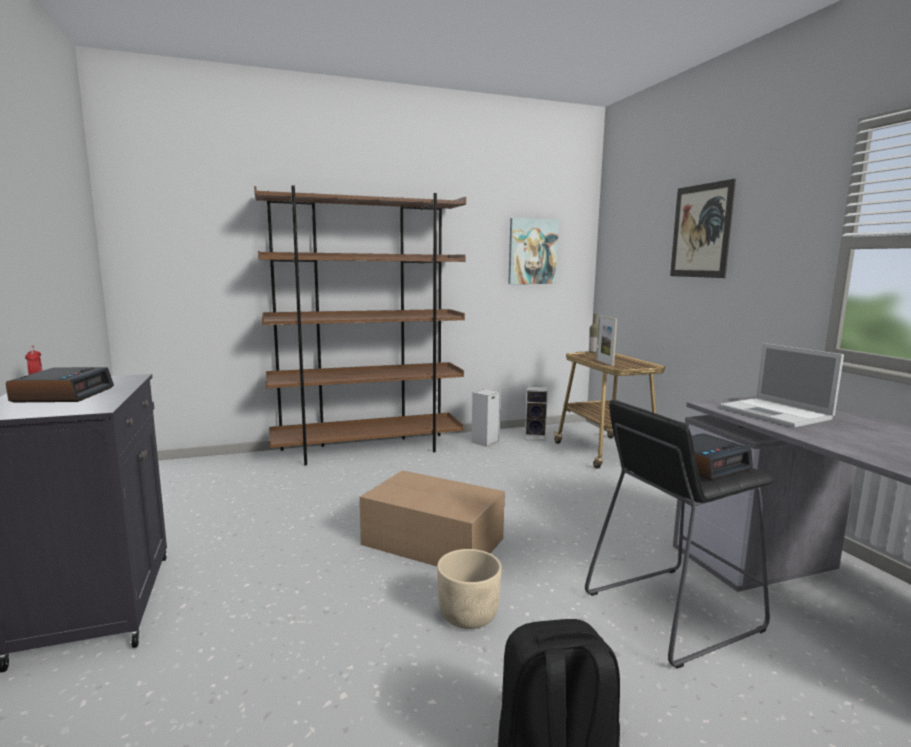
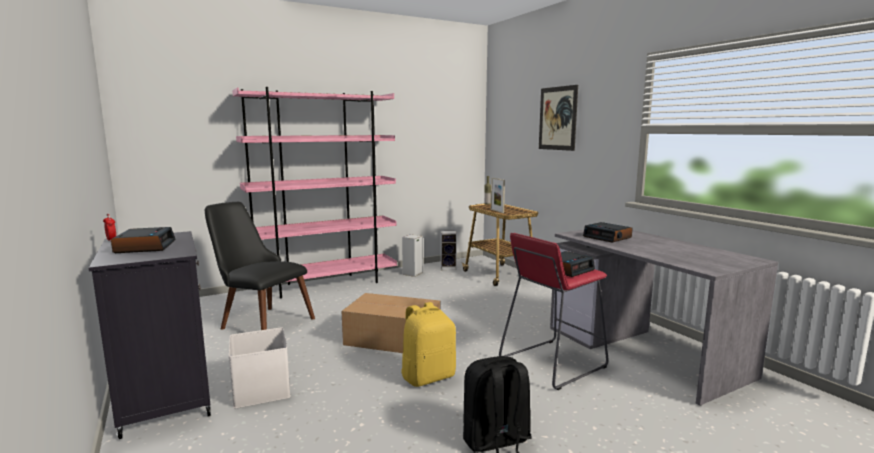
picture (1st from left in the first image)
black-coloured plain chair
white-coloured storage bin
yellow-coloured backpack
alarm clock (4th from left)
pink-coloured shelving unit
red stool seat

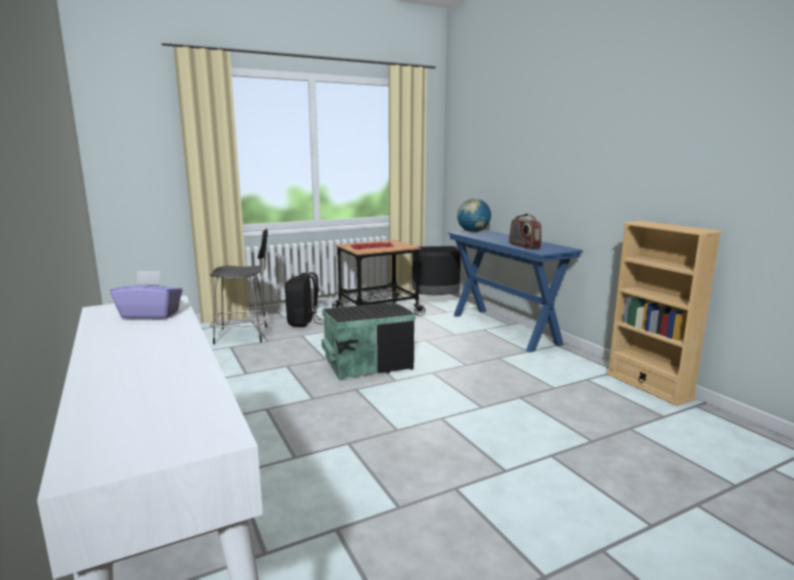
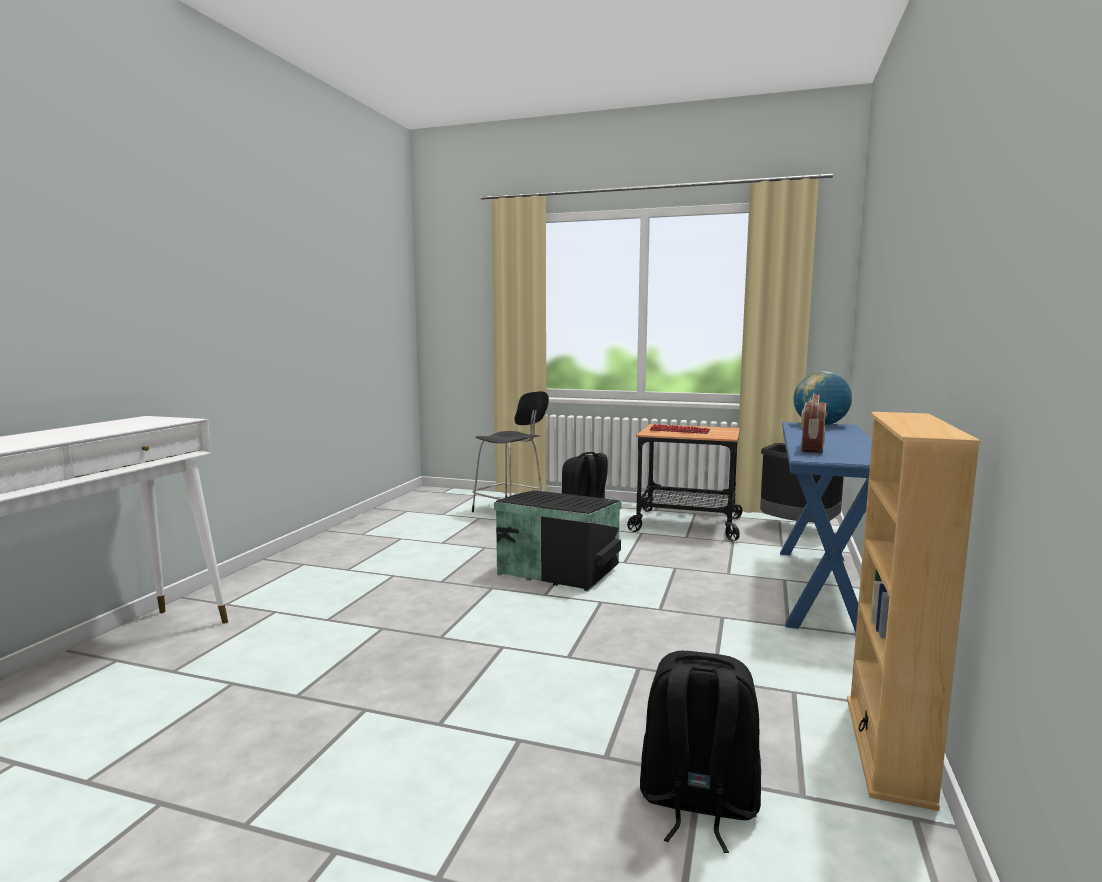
purplish tissue box
black-coloured backpack (2nd from left)

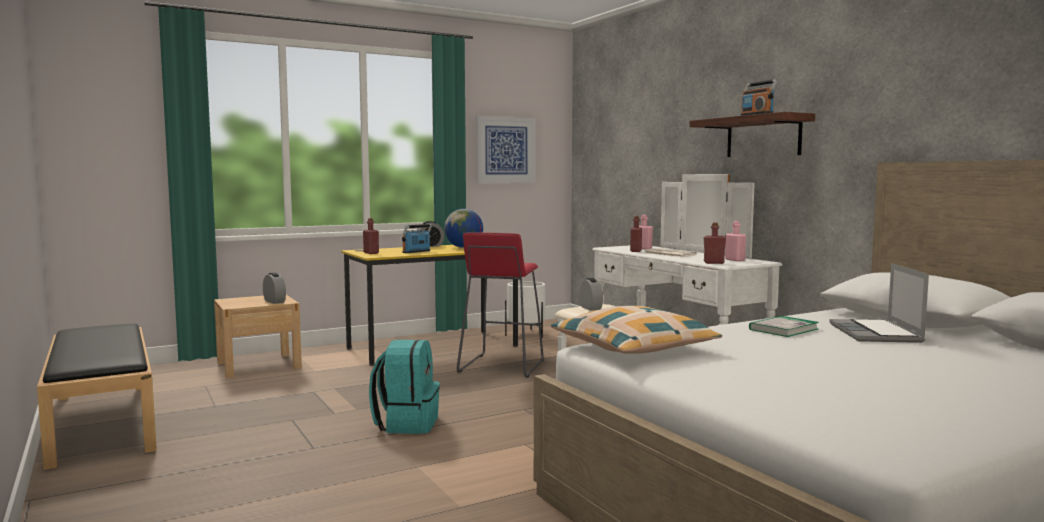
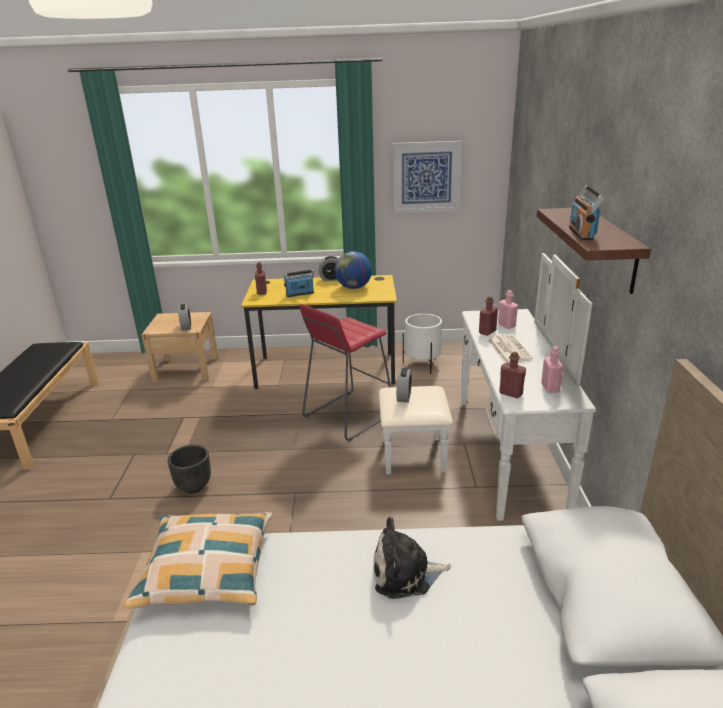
laptop
black-coloured plant pot
plush toy

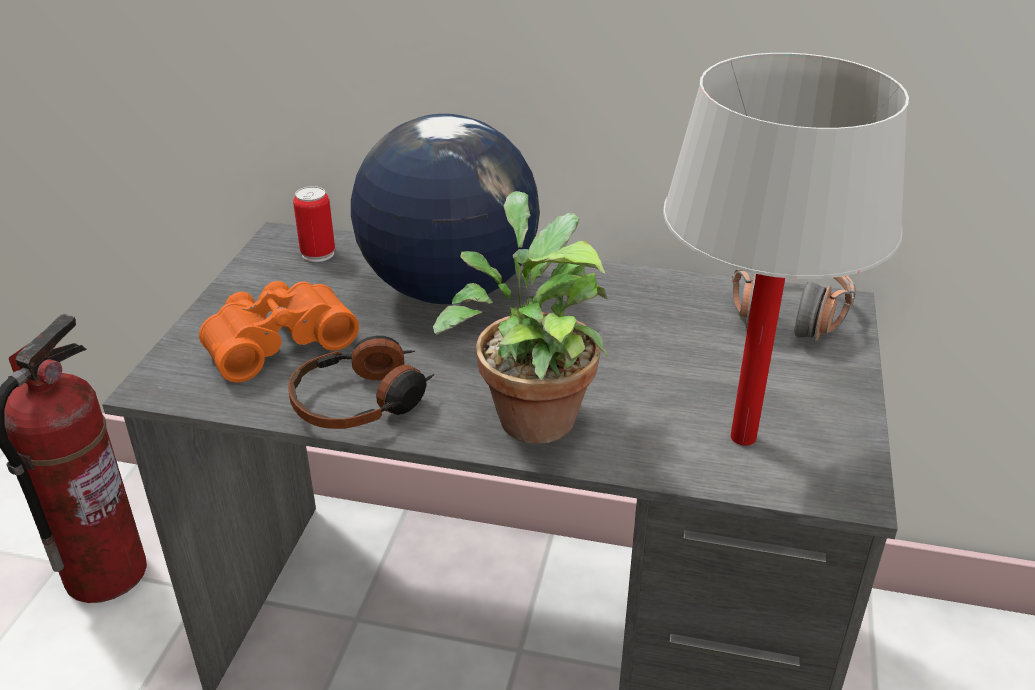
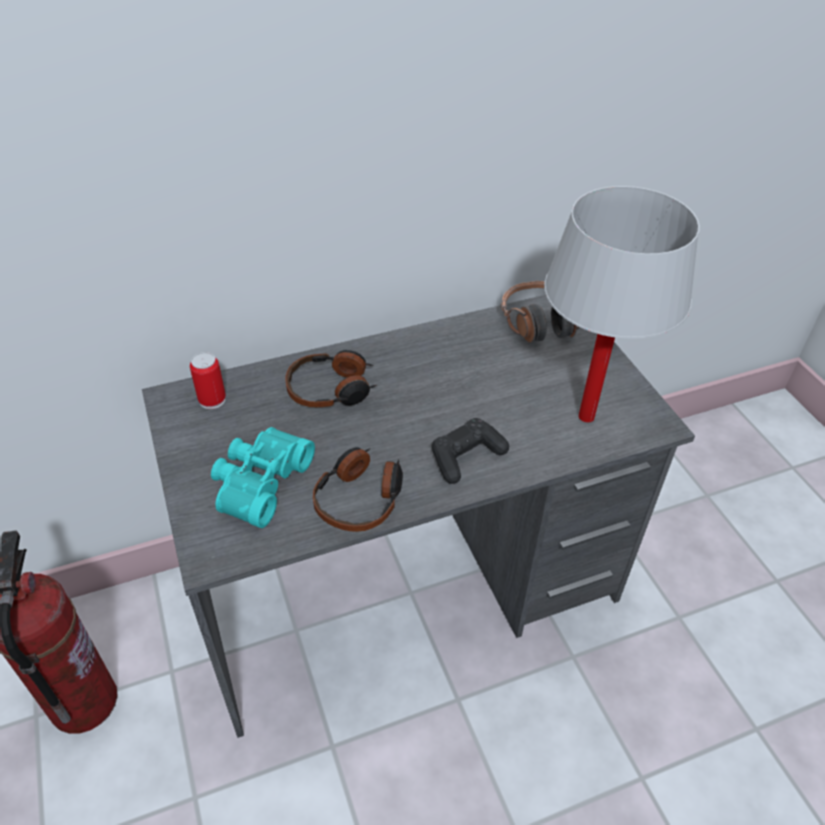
headphones (1st from left)
black-coloured gamepad
turquoise binoculars

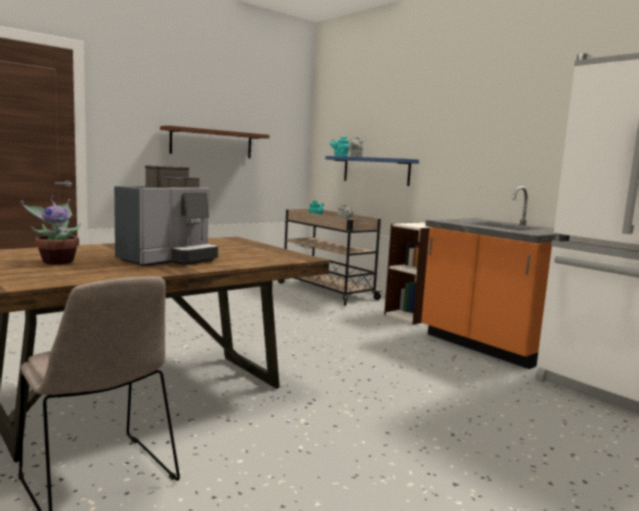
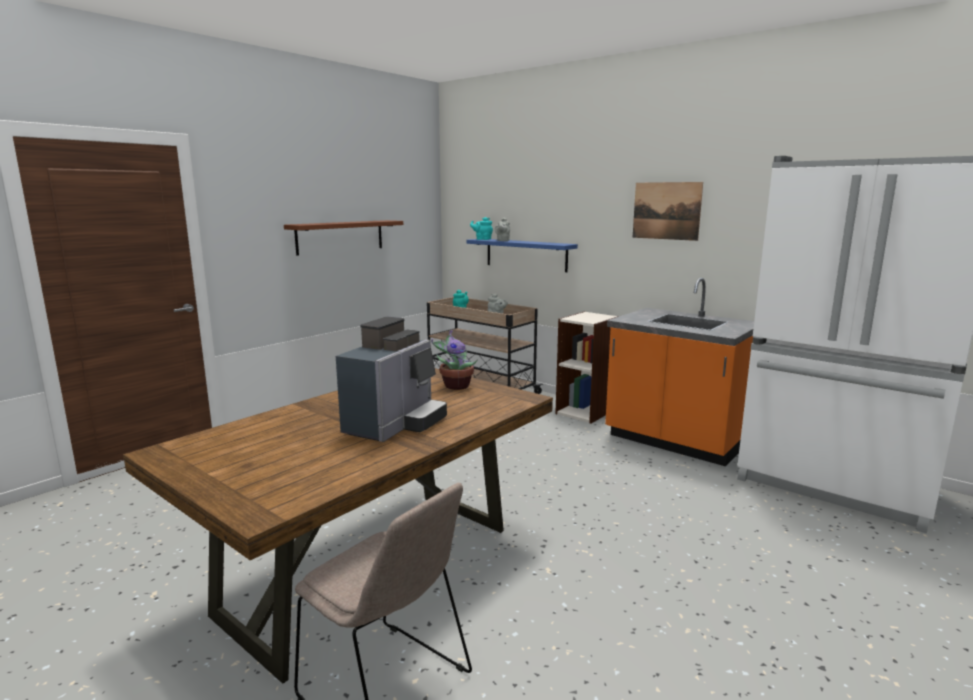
picture
plant in a pot

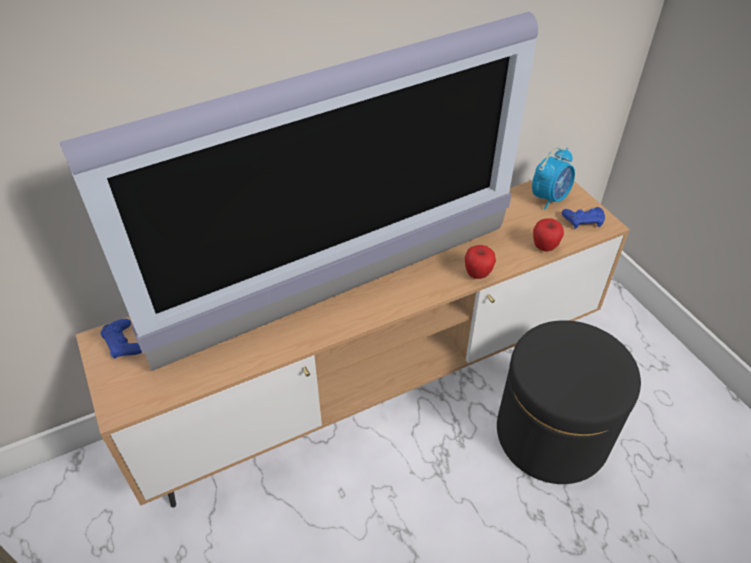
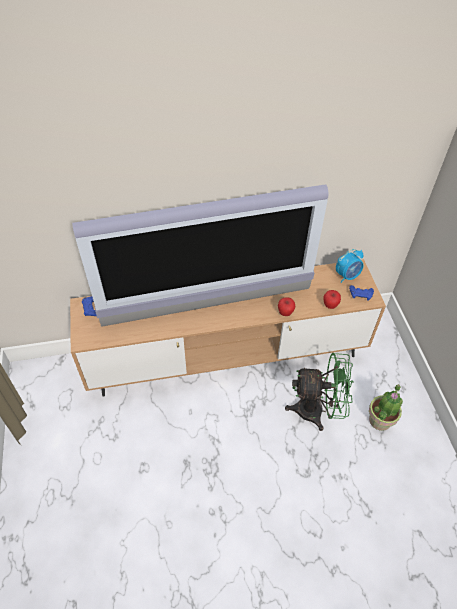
plant in a pot
greenish electric fan

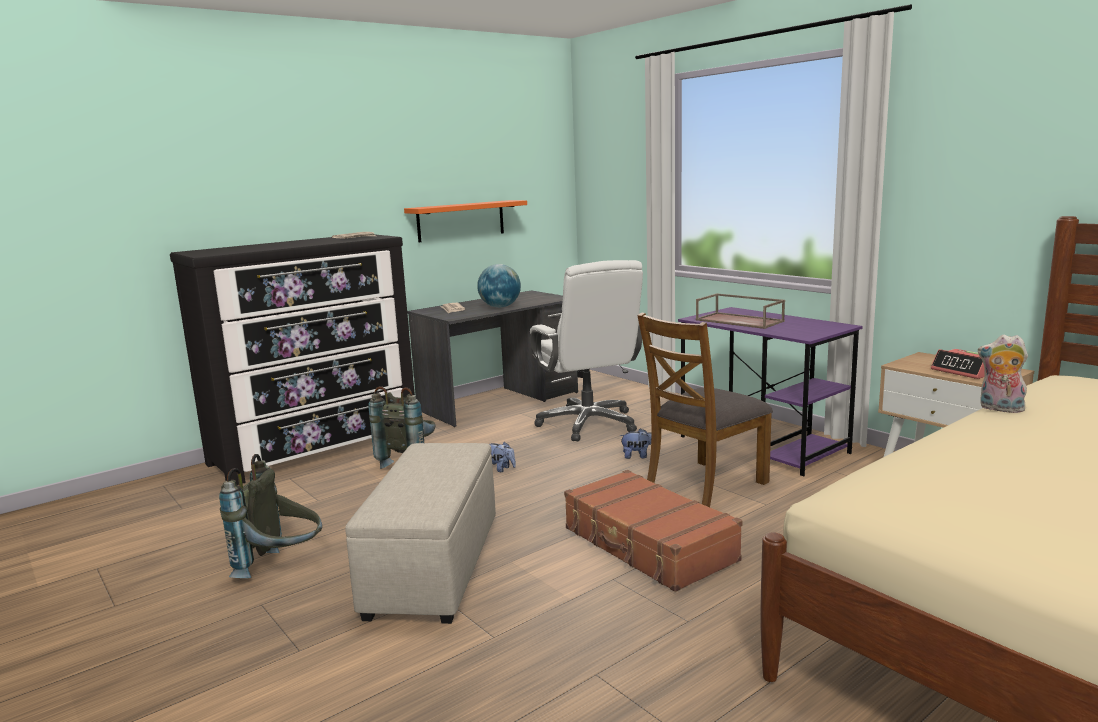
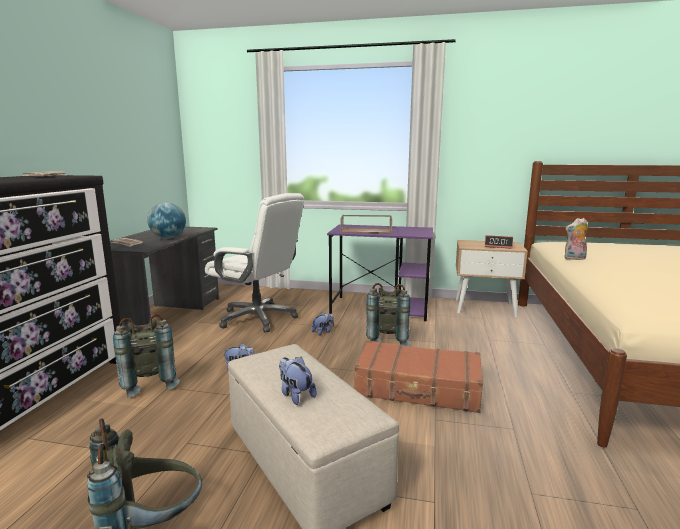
orangey shelf
plush toy (2nd from left)
greyish backpack (3rd from left)

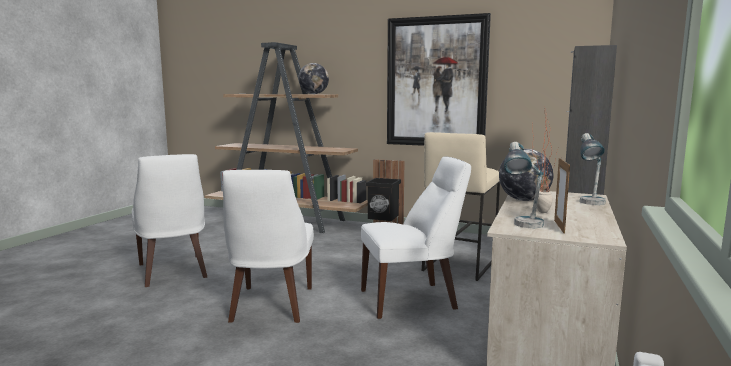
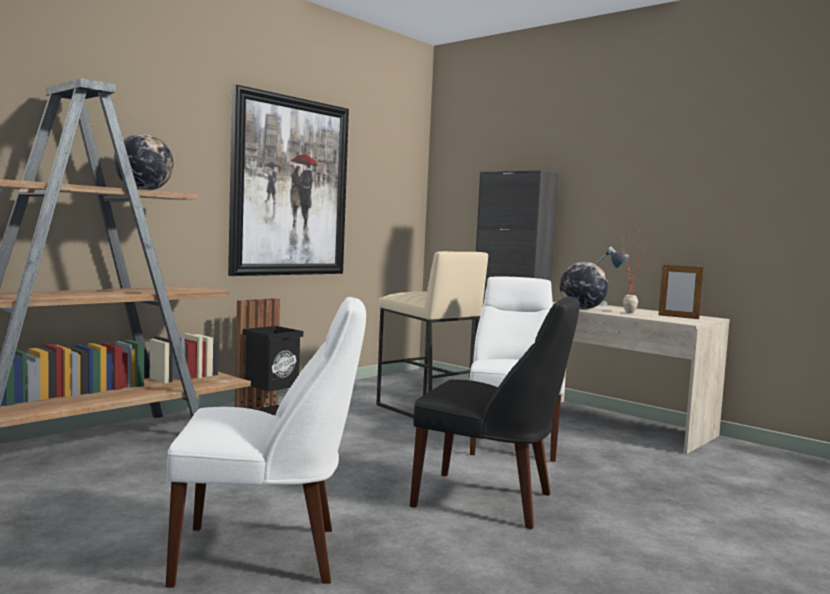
tabletop lamp (1st from left in the first image)
black-coloured plain chair

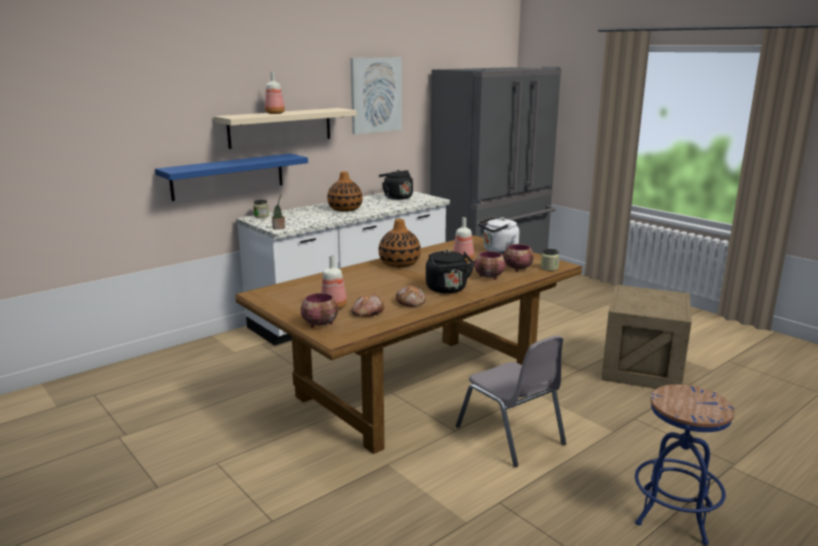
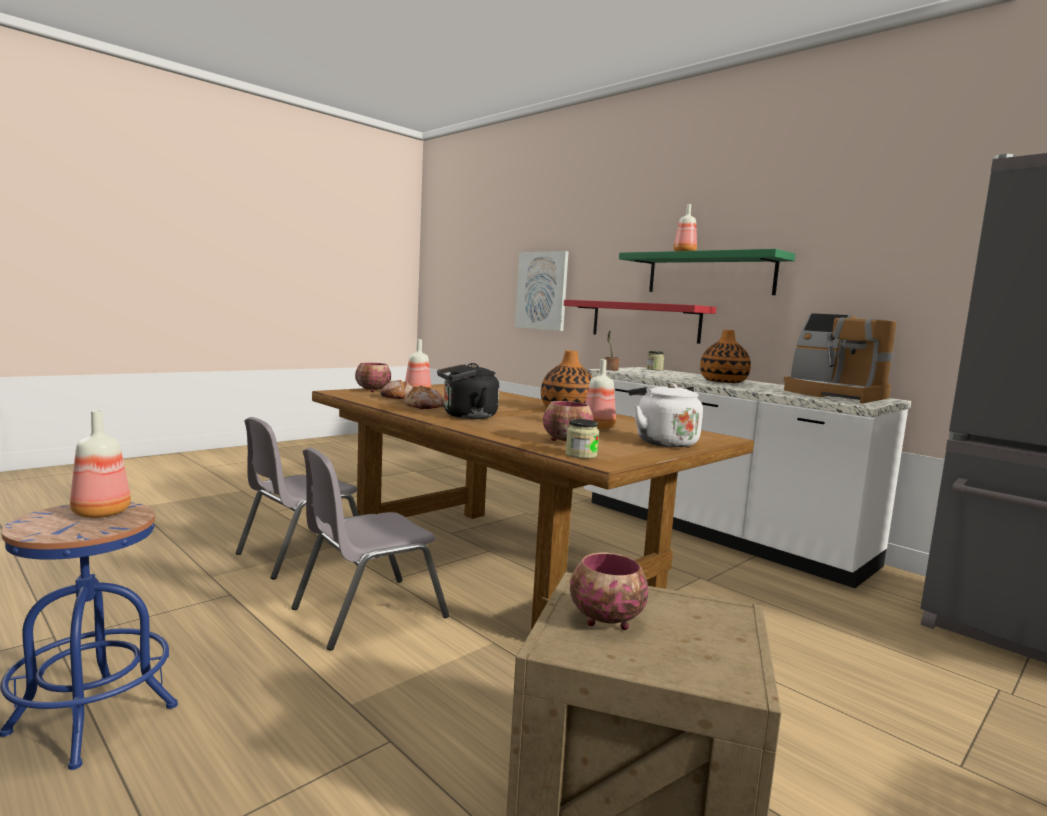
bottle (1st from left)
greyish plain chair (1st from left)
picture
deep dish (3rd from left)
coffee brewer
red shelf
greenish shelf

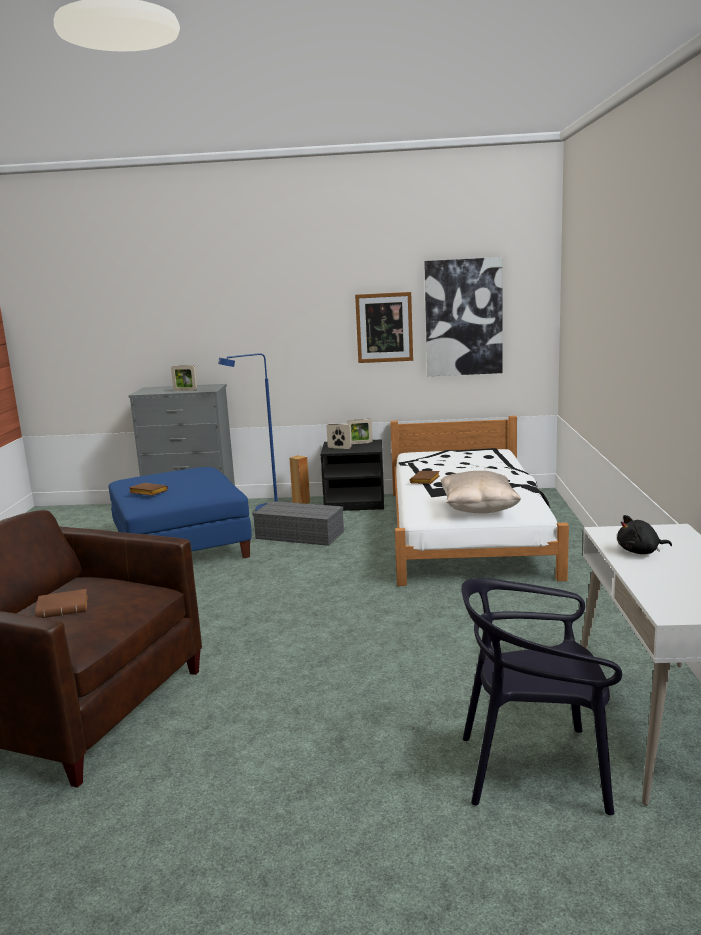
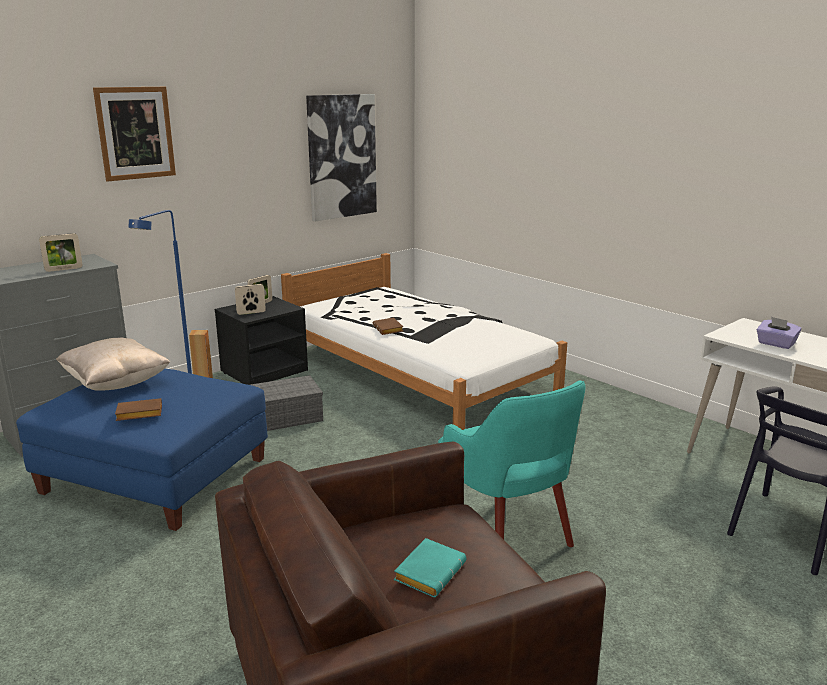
turquoise armchair
picture (1st from left)
sand-coloured pillow
purplish tissue box
turquoise volume

